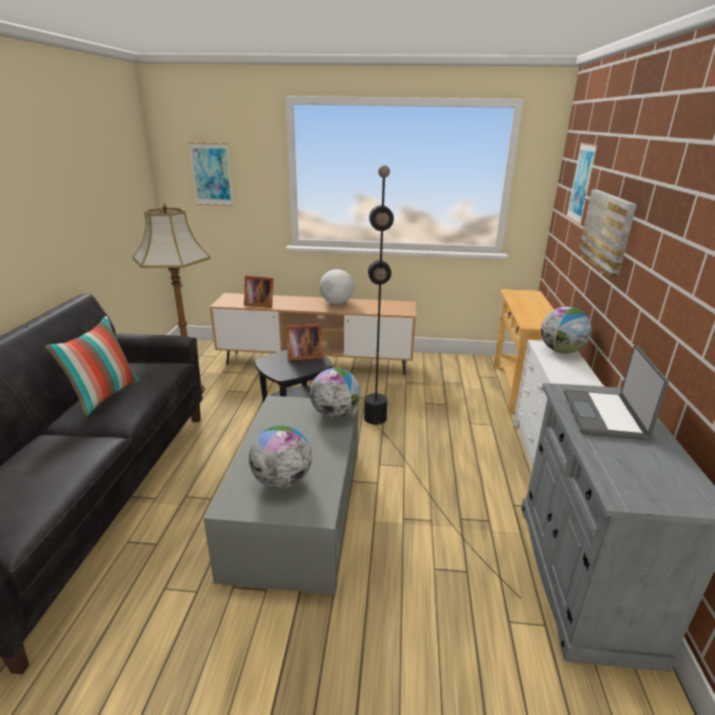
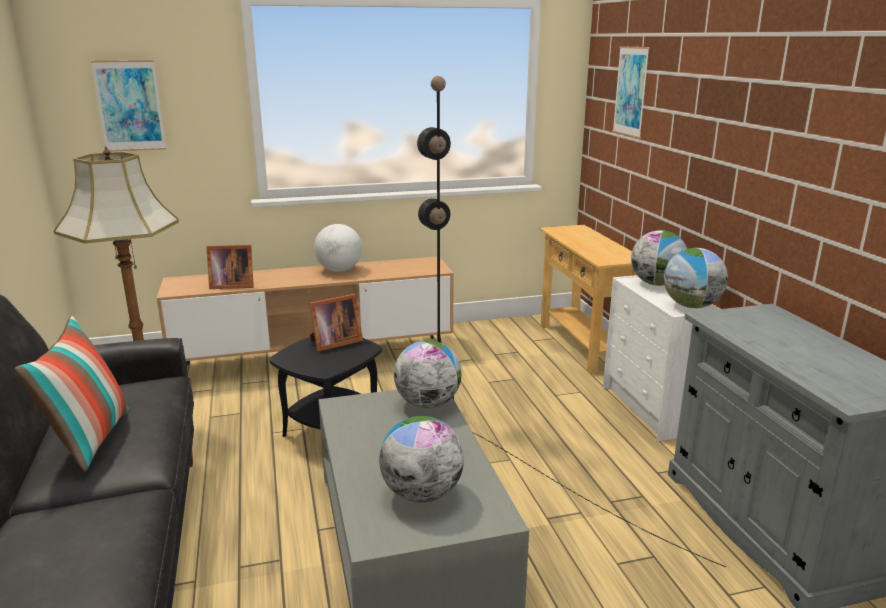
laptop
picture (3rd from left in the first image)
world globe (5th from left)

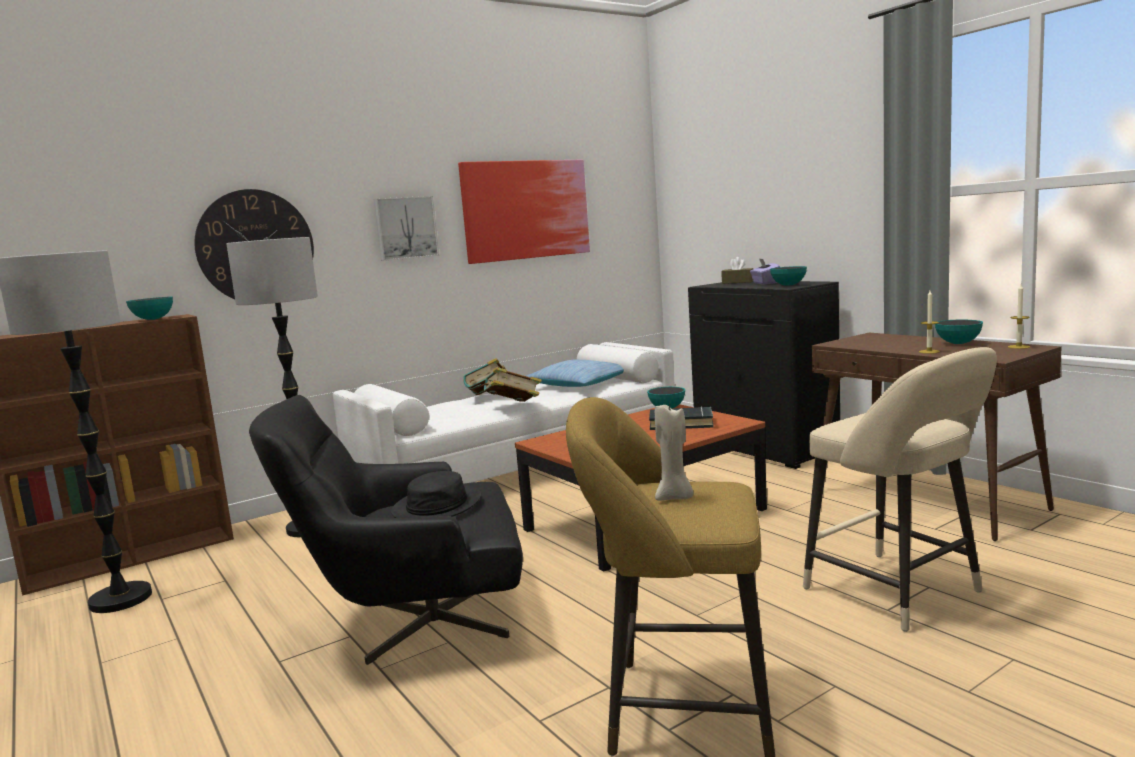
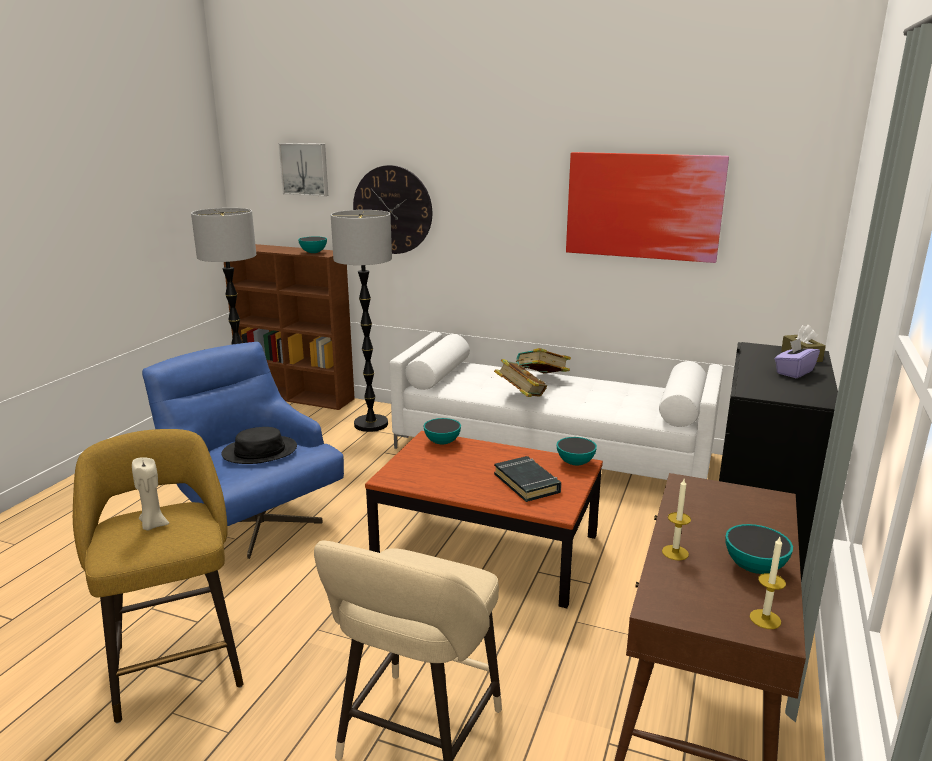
pillow
picture (1st from left)
deep dish (2nd from left)
bluish armchair

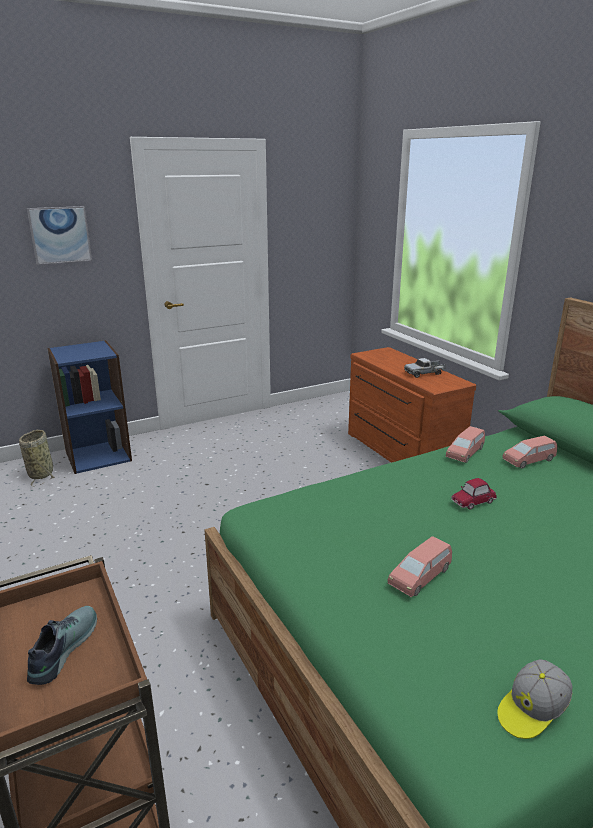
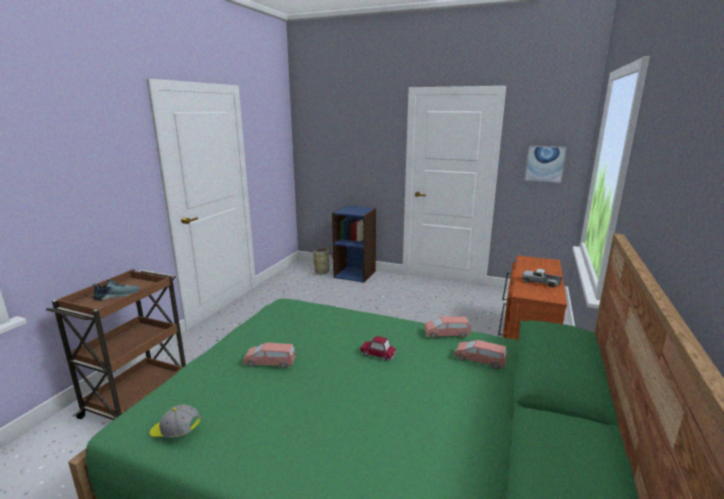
picture

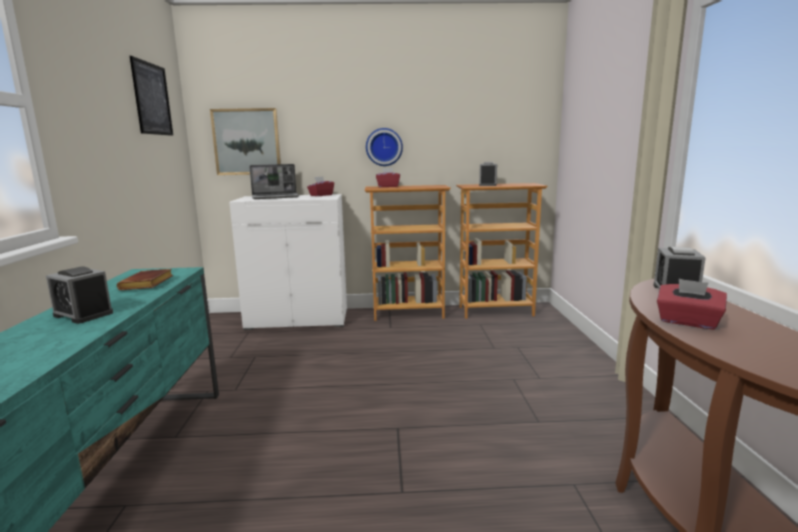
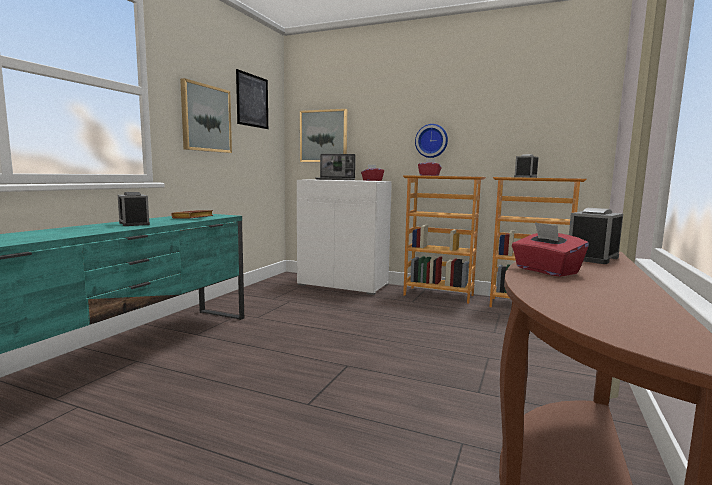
picture (1st from left)

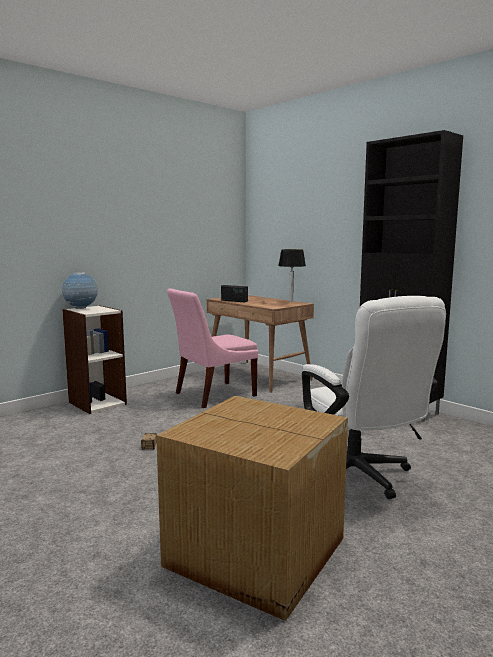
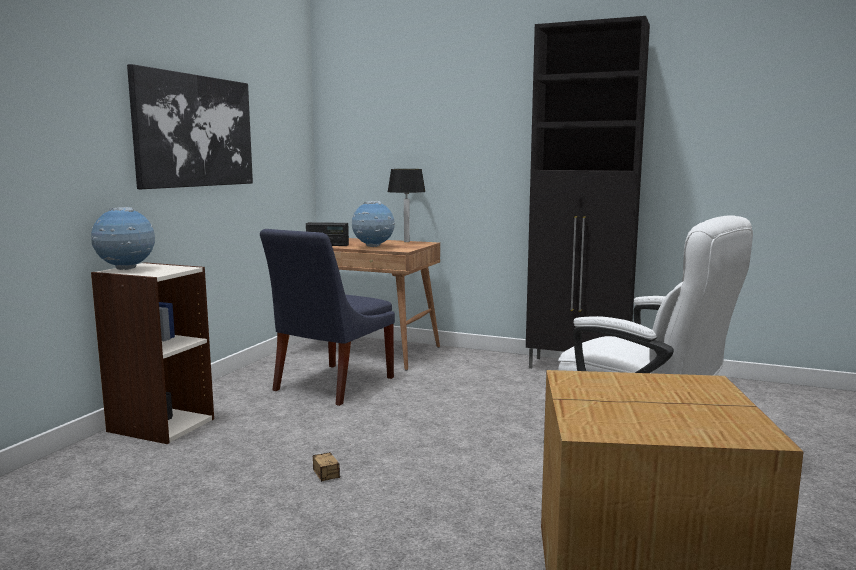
picture
world globe (2nd from left)
bluish plain chair

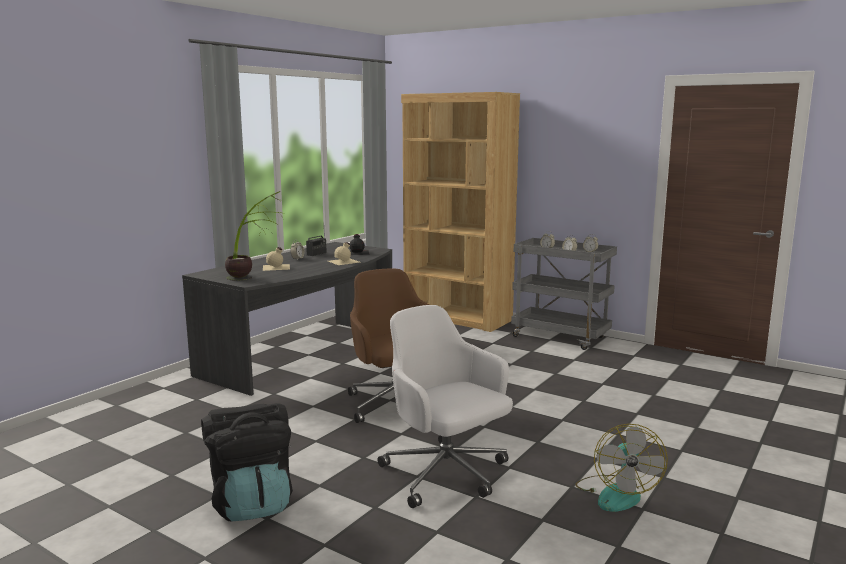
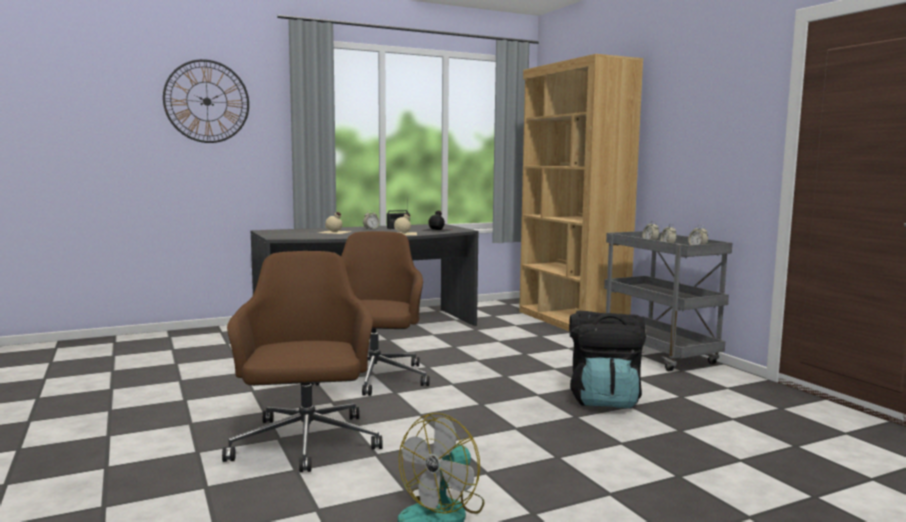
plant in a pot
wall clock
black-coloured backpack
brown-coloured desk chair (1st from left)

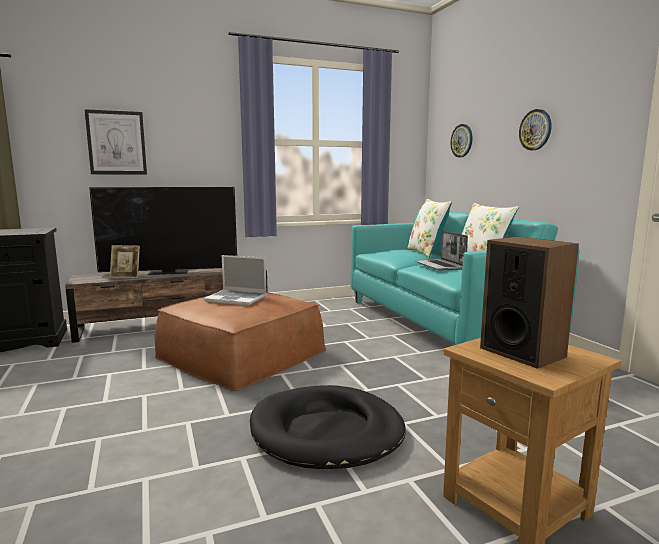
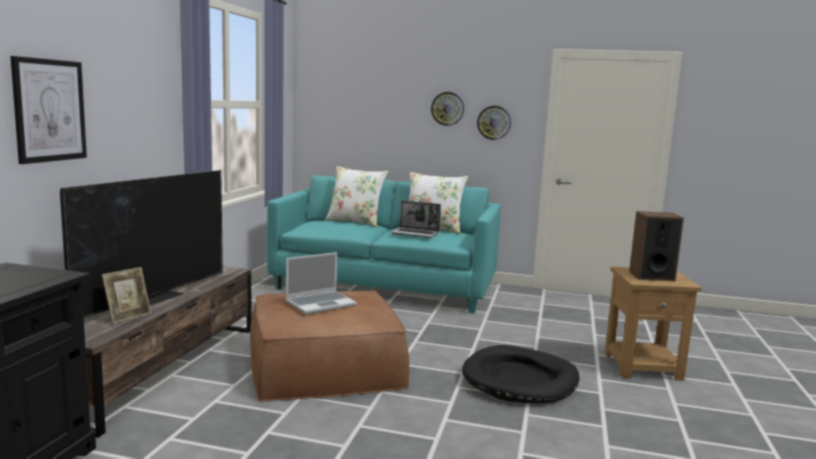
wall clock (2nd from left)

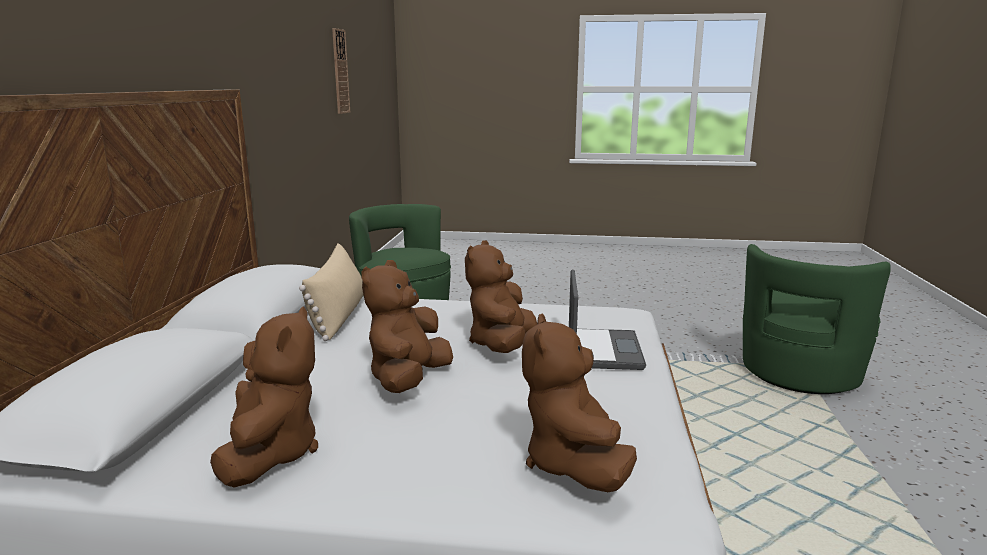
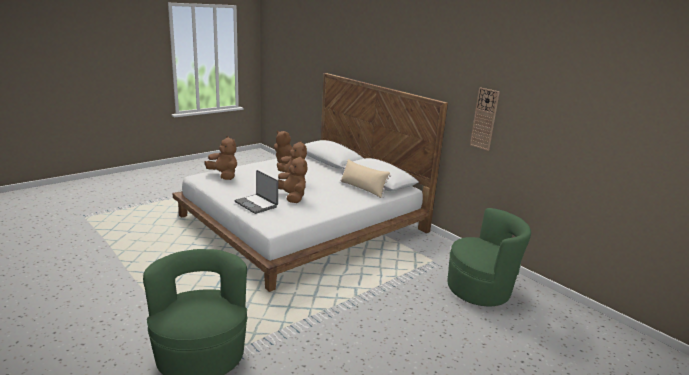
wall clock

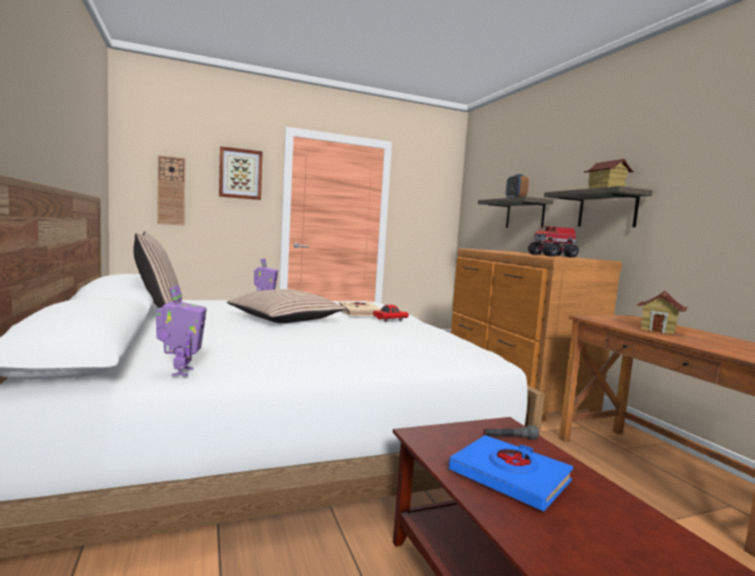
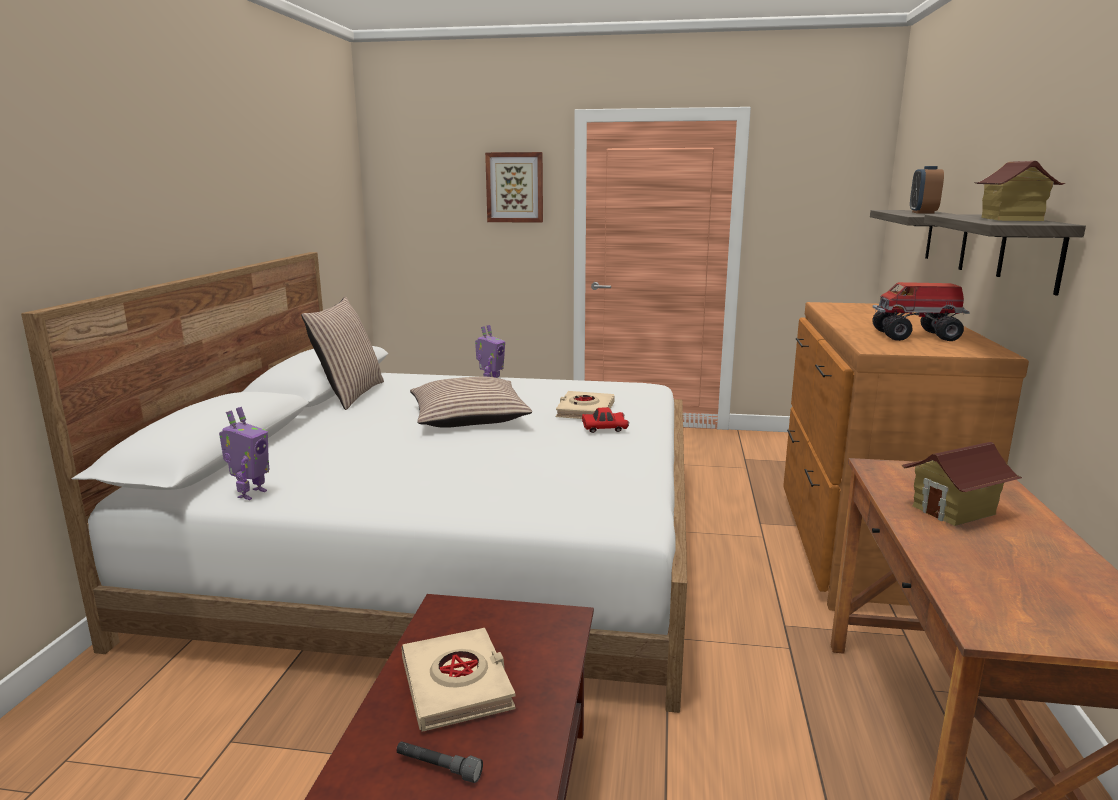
wall clock
greyish flashlight
sand-coloured volume (1st from left)

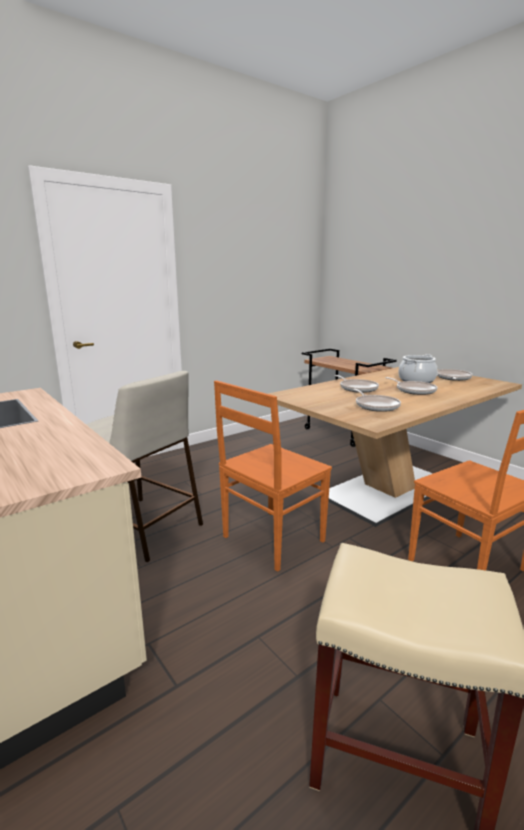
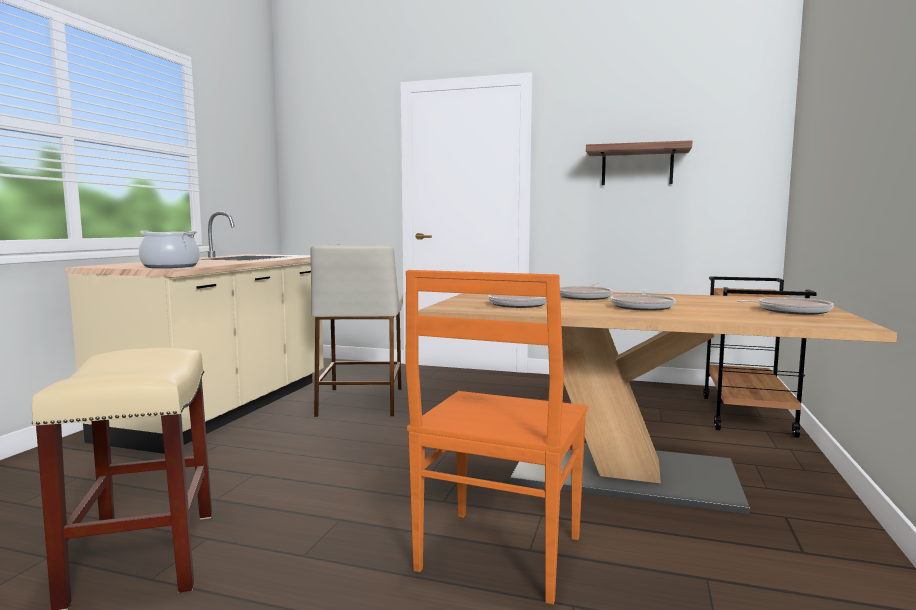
orangey plain chair (1st from left in the first image)
shelf
stockpot

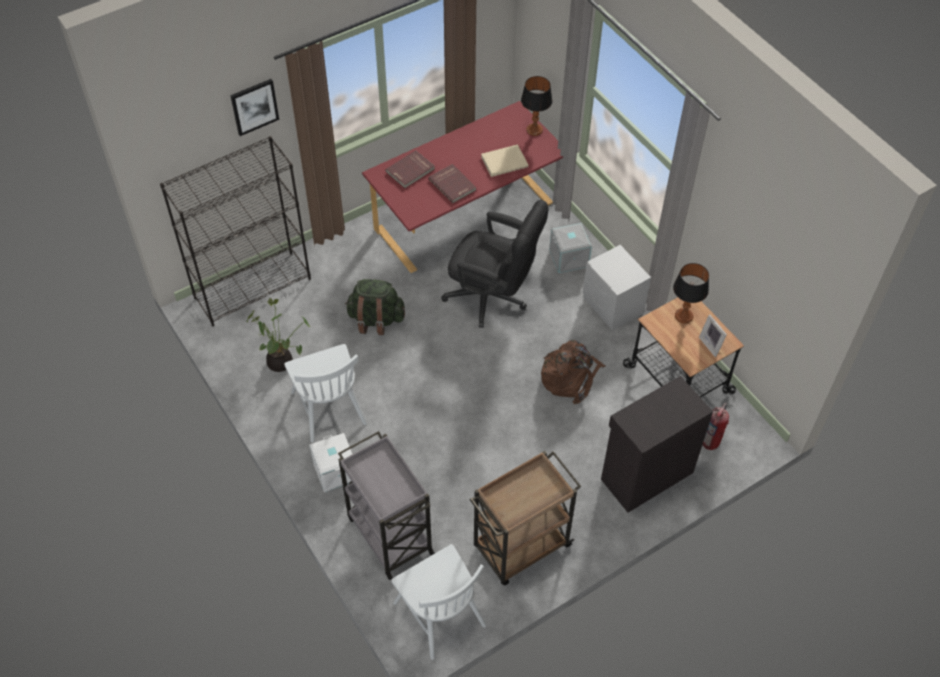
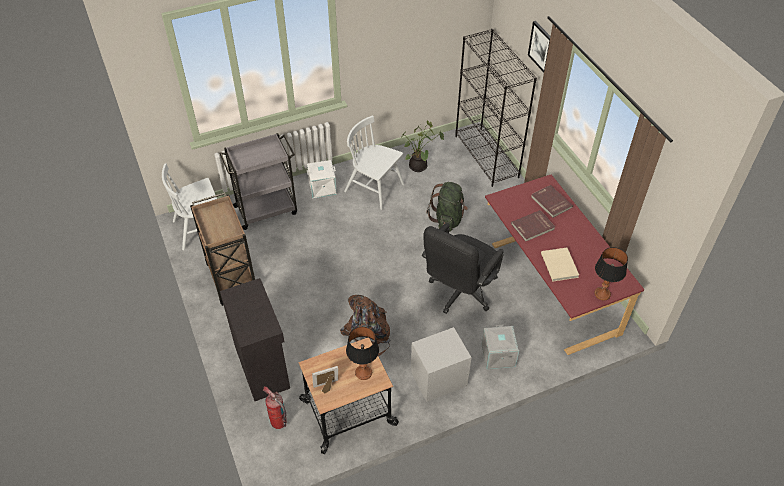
white-coloured plain chair (2nd from left)

